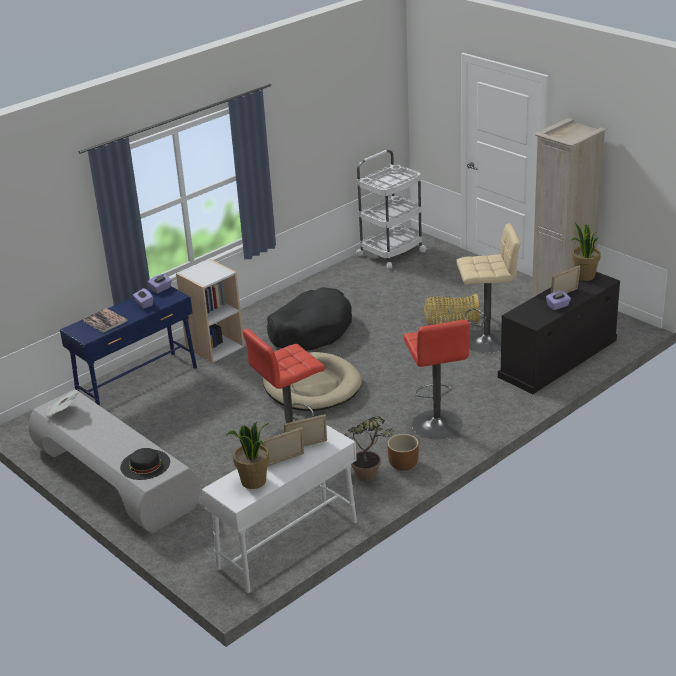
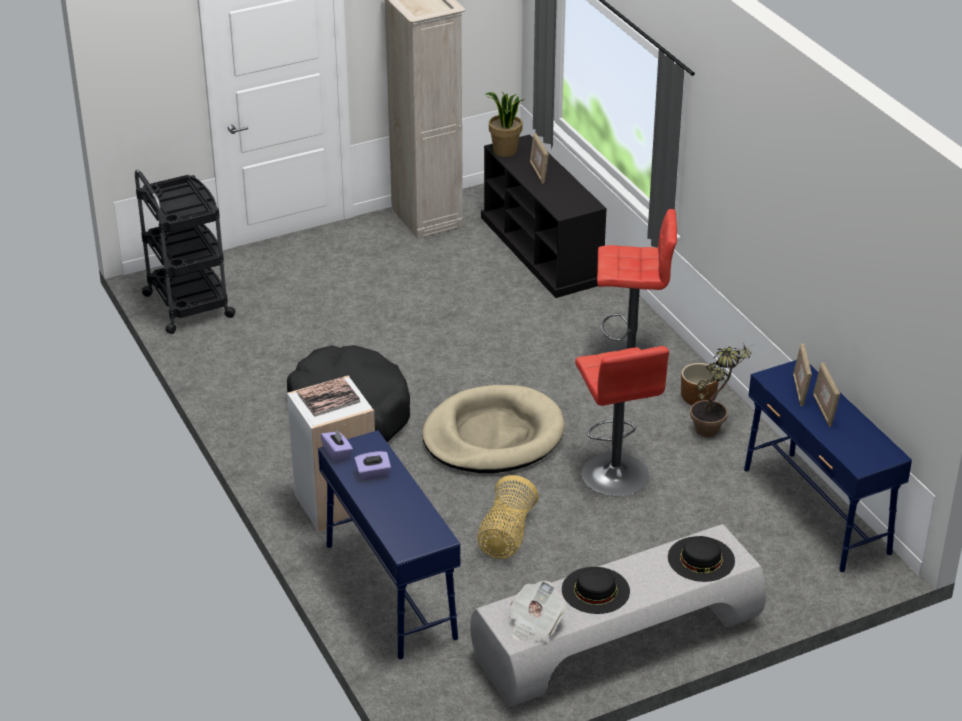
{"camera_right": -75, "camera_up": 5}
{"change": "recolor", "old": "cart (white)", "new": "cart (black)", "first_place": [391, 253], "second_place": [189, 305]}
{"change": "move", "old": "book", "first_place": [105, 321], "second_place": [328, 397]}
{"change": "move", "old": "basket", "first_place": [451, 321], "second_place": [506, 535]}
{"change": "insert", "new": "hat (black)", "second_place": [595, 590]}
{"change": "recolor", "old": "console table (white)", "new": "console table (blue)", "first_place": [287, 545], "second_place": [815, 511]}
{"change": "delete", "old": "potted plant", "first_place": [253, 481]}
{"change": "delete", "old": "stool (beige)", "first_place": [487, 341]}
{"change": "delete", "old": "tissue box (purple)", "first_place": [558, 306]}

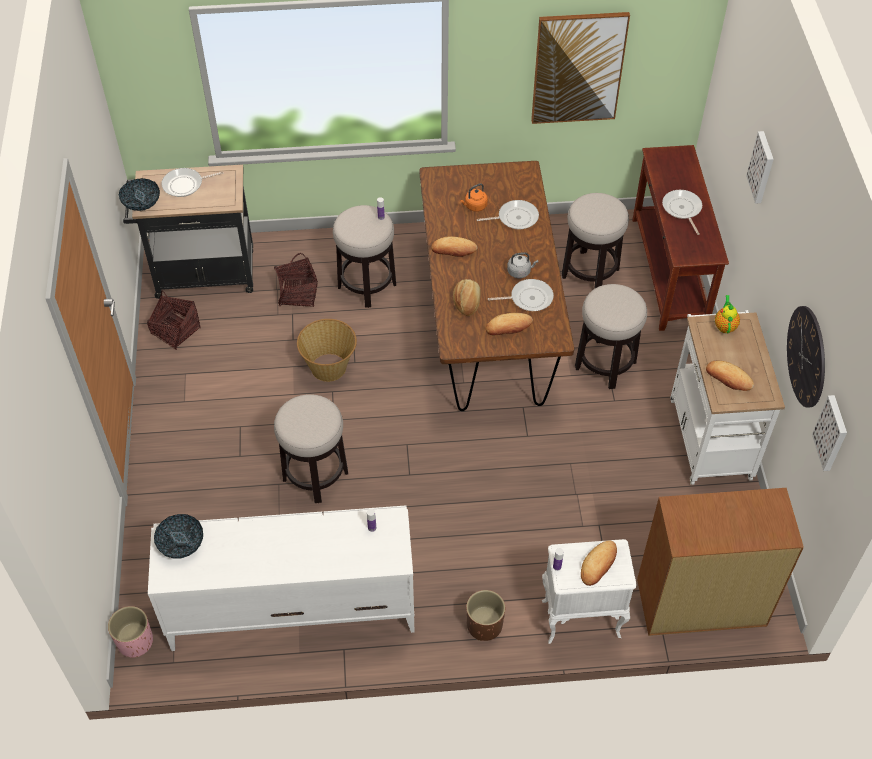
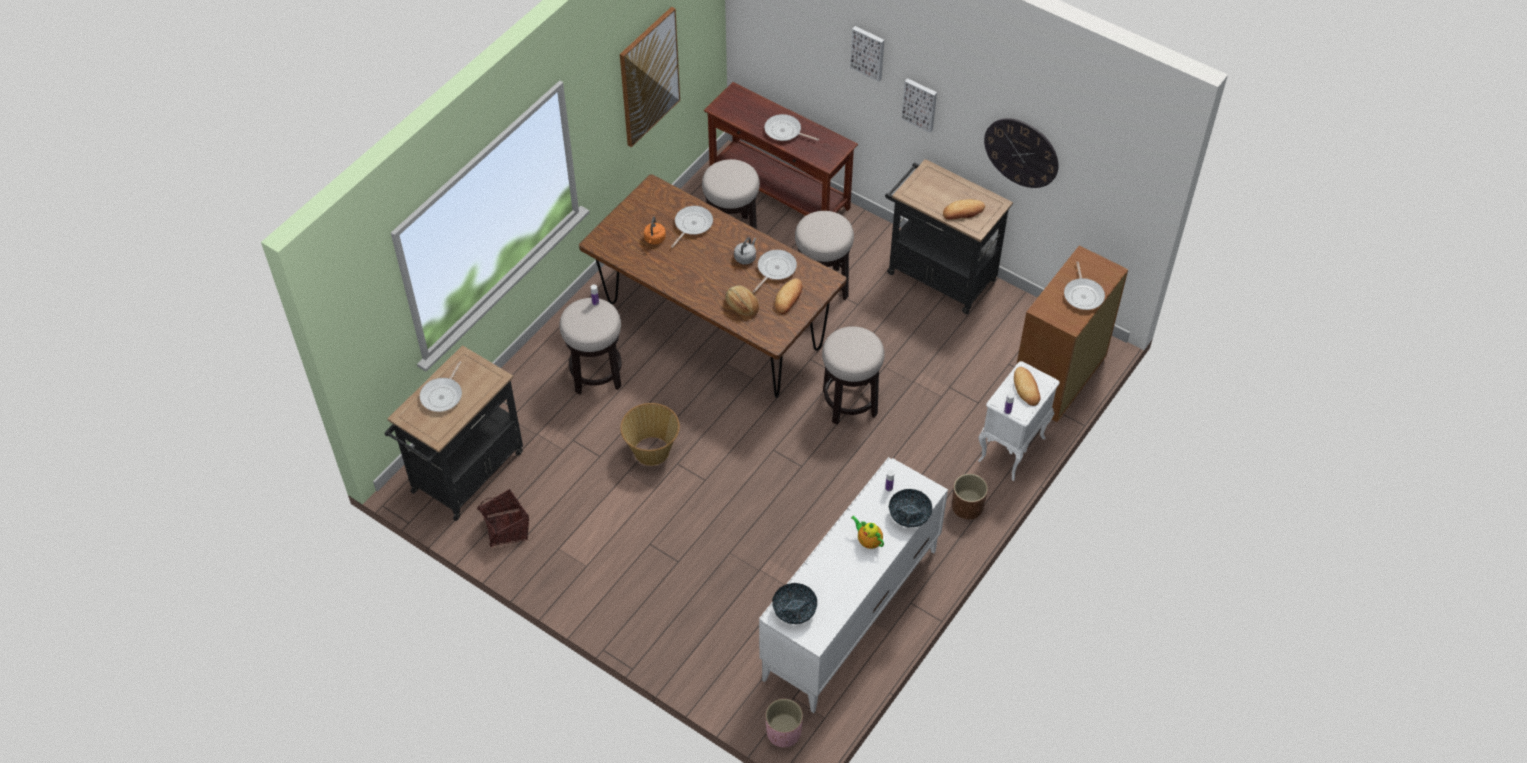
{"camera_right": -50, "camera_up": 0}
{"change": "move", "old": "stool", "first_place": [315, 475], "second_place": [850, 403]}
{"change": "move", "old": "teapot", "first_place": [725, 325], "second_place": [868, 541]}
{"change": "recolor", "old": "cart (white)", "new": "cart (black)", "first_place": [709, 436], "second_place": [938, 275]}
{"change": "move", "old": "bowl", "first_place": [141, 203], "second_place": [909, 515]}
{"change": "move", "old": "picture", "first_place": [832, 433], "second_place": [920, 104]}
{"change": "insert", "new": "frying pan", "second_place": [1083, 294]}
{"change": "delete", "old": "basket", "first_place": [298, 294]}
{"change": "delete", "old": "bread", "first_place": [453, 249]}

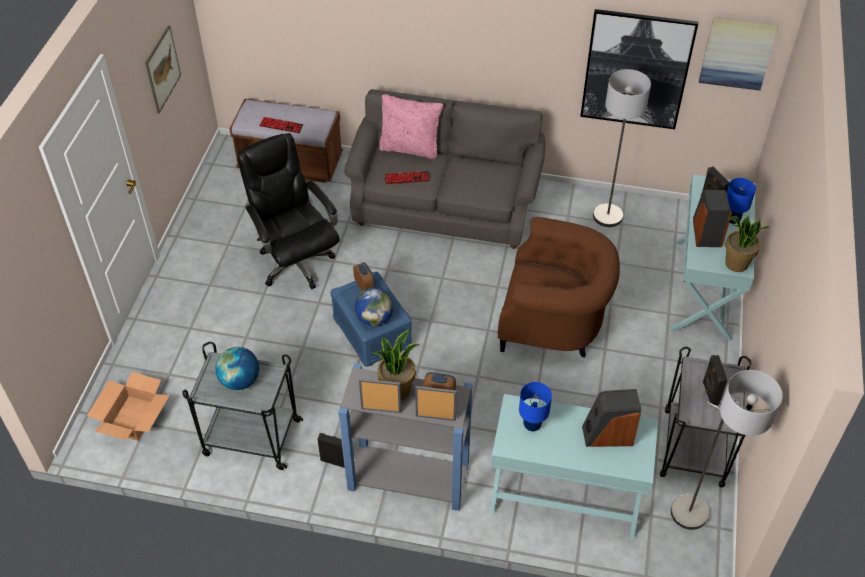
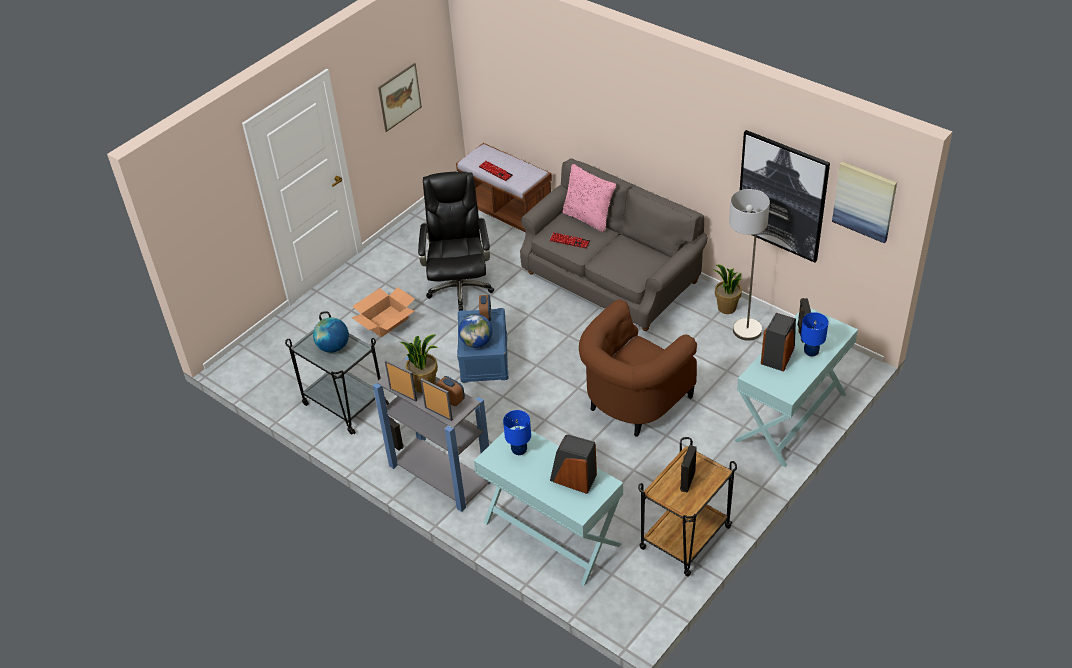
{"camera_right": 30, "camera_up": -5}
{"change": "move", "old": "cardboard box", "first_place": [133, 418], "second_place": [385, 321]}
{"change": "rotate", "old": "armchair (brown)", "first_place": [553, 326], "second_place": [634, 402], "degrees": 90}
{"change": "recolor", "old": "cart (grey)", "new": "cart (brown)", "first_place": [693, 449], "second_place": [684, 539]}
{"change": "move", "old": "potted plant", "first_place": [736, 264], "second_place": [726, 308]}
{"change": "delete", "old": "floor lamp (grey)", "first_place": [699, 519]}

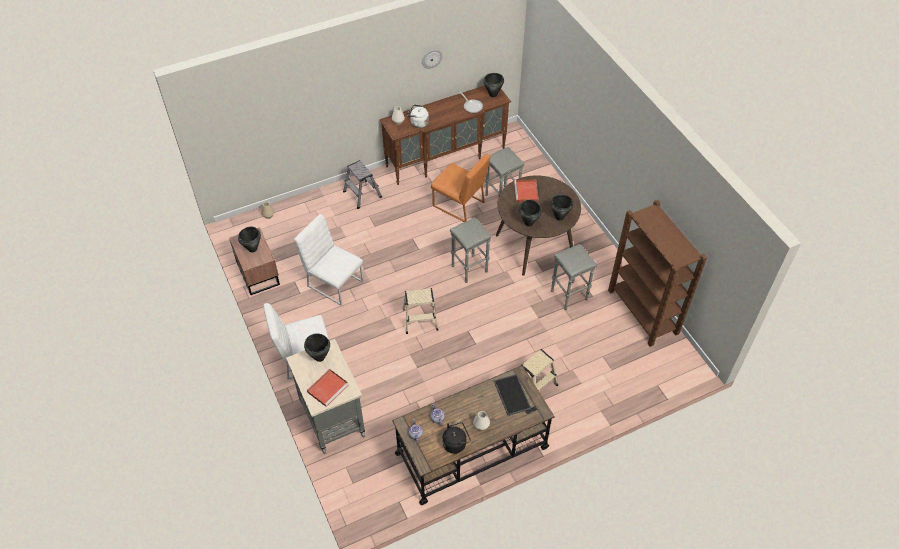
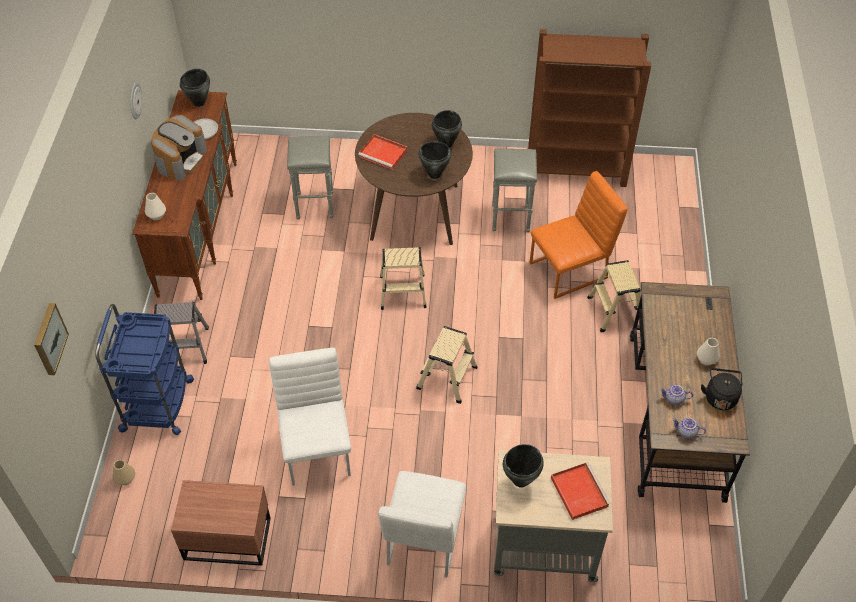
{"camera_right": -60, "camera_up": 0}
{"change": "insert", "new": "picture", "second_place": [48, 339]}
{"change": "insert", "new": "cart (blue)", "second_place": [158, 405]}
{"change": "insert", "new": "coffee machine", "second_place": [181, 159]}
{"change": "rotate", "old": "chair (white)", "first_place": [334, 282], "second_place": [317, 448], "degrees": 105}
{"change": "replace", "old": "stool (grey)", "new": "step ladder (beige)", "first_place": [468, 268], "second_place": [402, 291]}
{"change": "move", "old": "chair (orange)", "first_place": [459, 205], "second_place": [570, 270]}
{"change": "delete", "old": "cooking pot (black)", "first_place": [253, 249]}
{"change": "delete", "old": "kettle (white)", "first_place": [418, 123]}
{"change": "delete", "old": "tray", "first_place": [511, 394]}

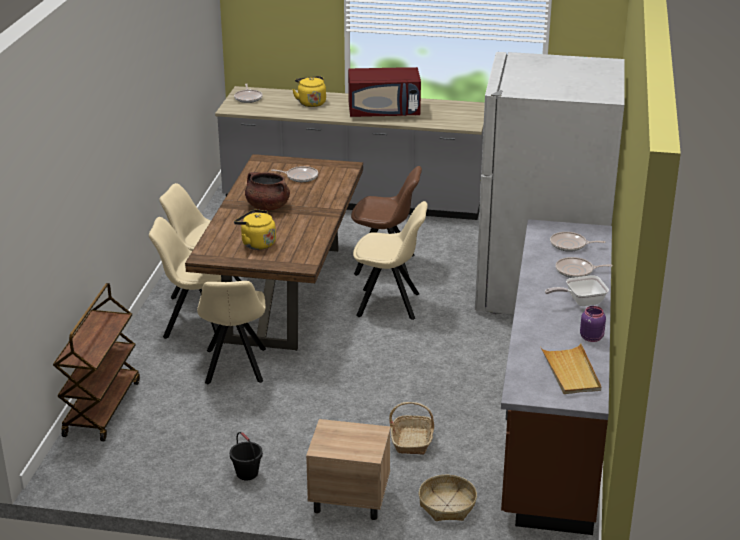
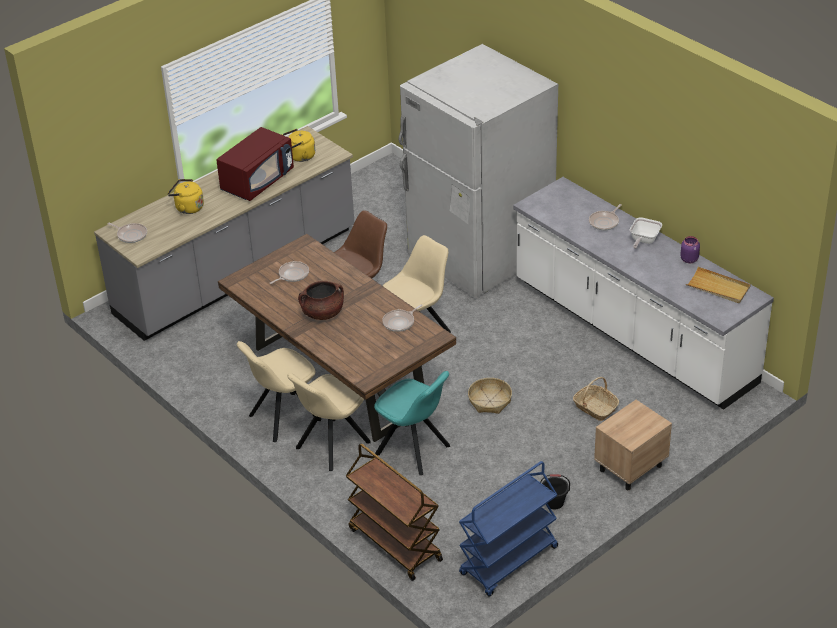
{"camera_right": -50, "camera_up": 10}
{"change": "move", "old": "kettle (yellow)", "first_place": [256, 243], "second_place": [300, 156]}
{"change": "recolor", "old": "chair (beige)", "new": "chair (turquoise)", "first_place": [235, 366], "second_place": [413, 450]}
{"change": "move", "old": "frying pan", "first_place": [570, 245], "second_place": [400, 322]}
{"change": "insert", "new": "cart (blue)", "second_place": [509, 562]}
{"change": "move", "old": "basket", "first_place": [447, 505], "second_place": [490, 401]}
{"change": "recolor", "old": "counter (brown)", "new": "counter (white)", "first_place": [553, 417], "second_place": [632, 333]}

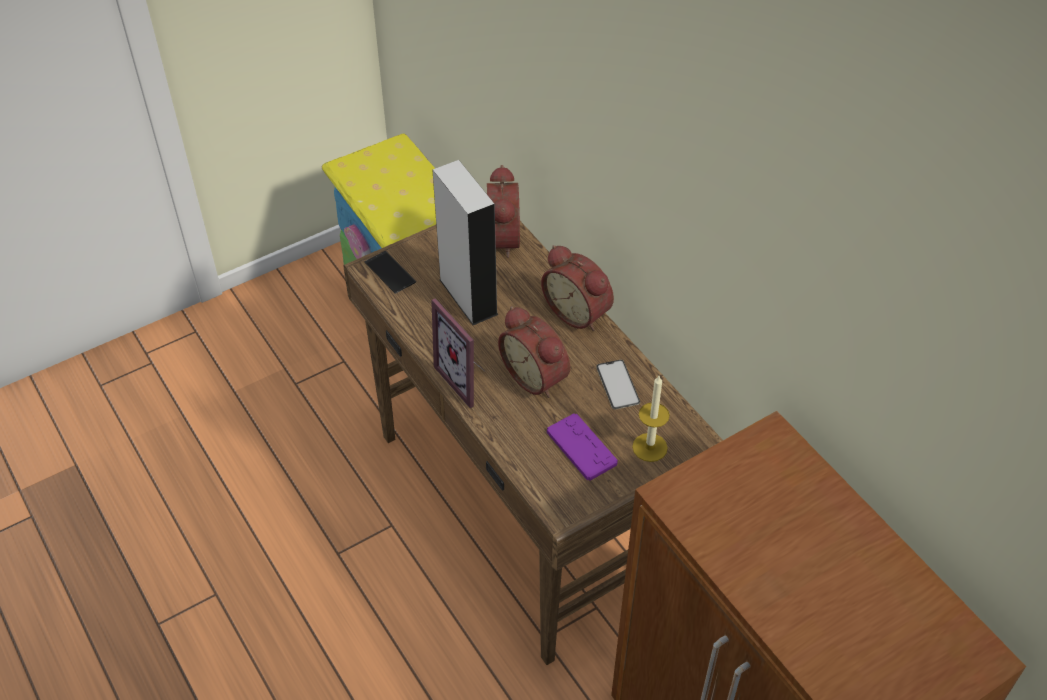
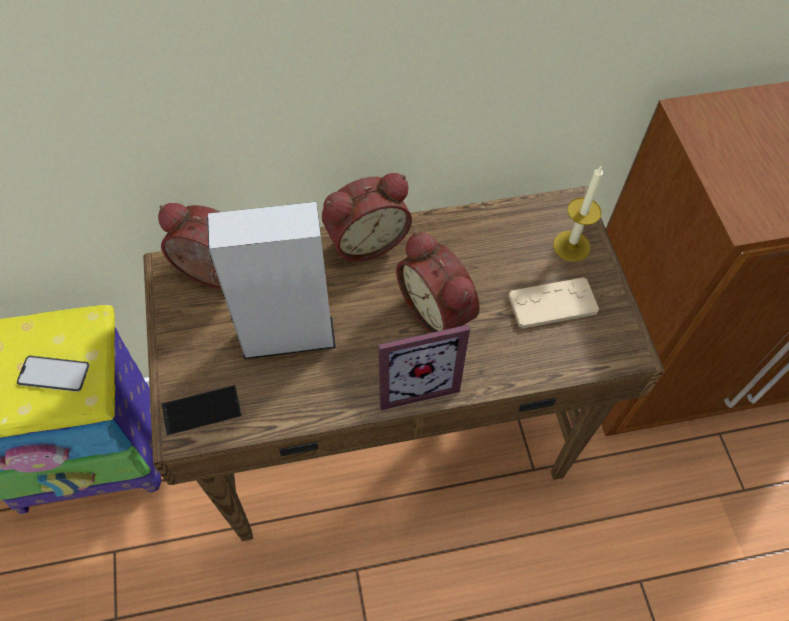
{"camera_right": -70, "camera_up": 10}
{"change": "move", "old": "phone", "first_place": [617, 384], "second_place": [53, 374]}
{"change": "rotate", "old": "alarm clock", "first_place": [537, 375], "second_place": [439, 309], "degrees": 75}
{"change": "recolor", "old": "game controller (purple)", "new": "game controller (beige)", "first_place": [581, 448], "second_place": [552, 304]}

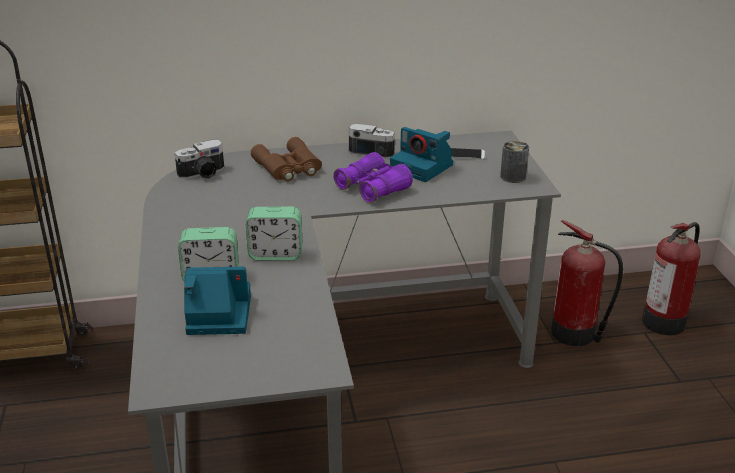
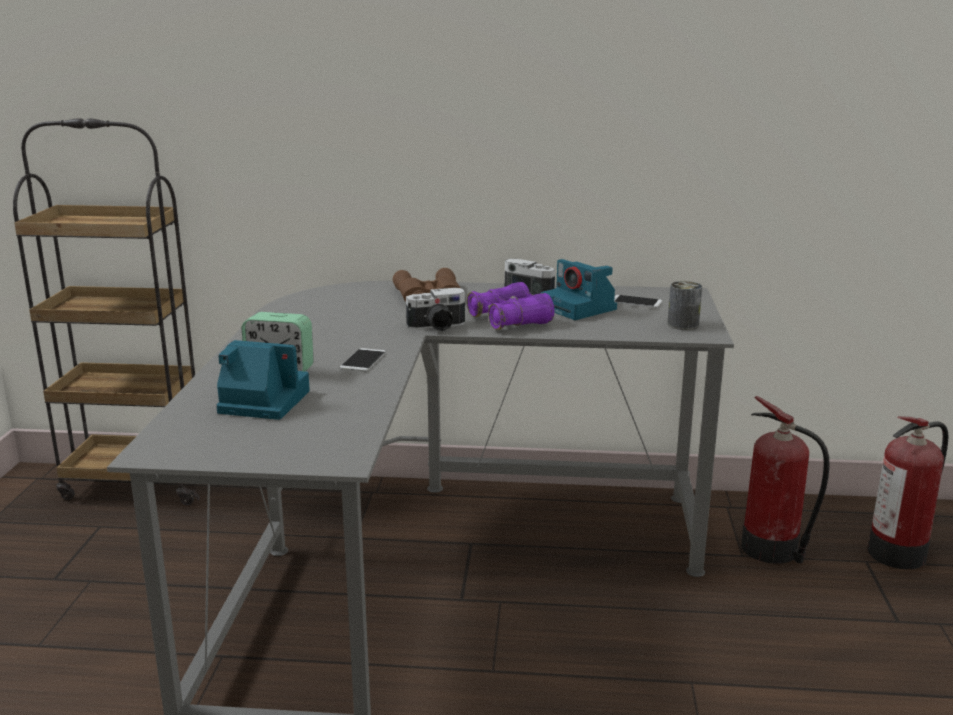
{"camera_right": 15, "camera_up": -10}
{"change": "replace", "old": "alarm clock", "new": "phone", "first_place": [276, 254], "second_place": [363, 361]}
{"change": "move", "old": "photo camera", "first_place": [203, 174], "second_place": [437, 327]}

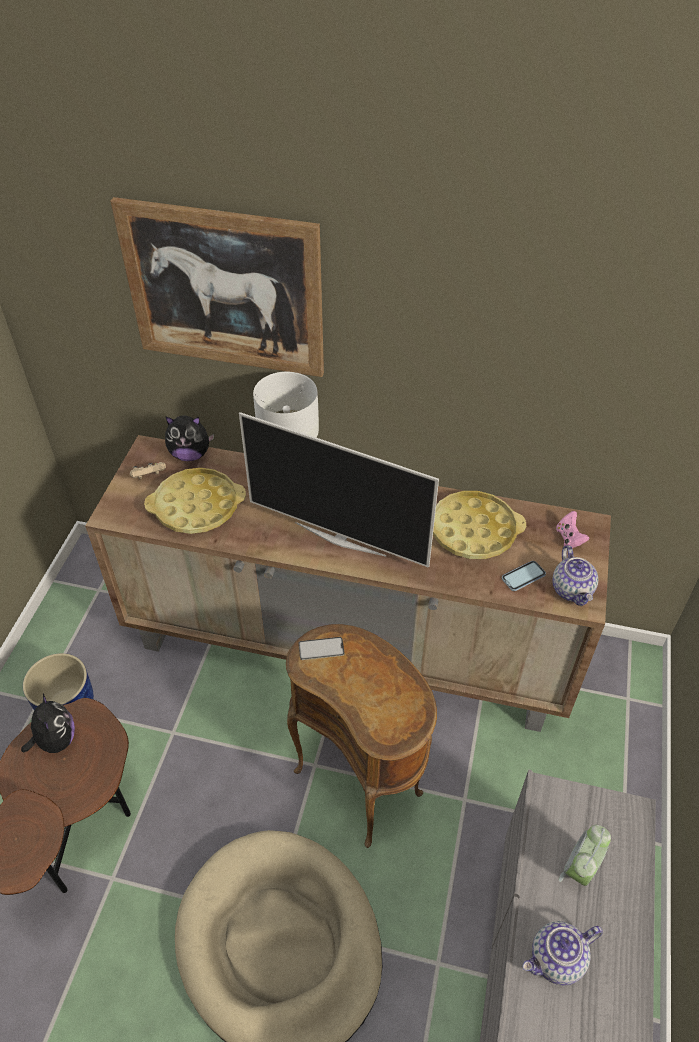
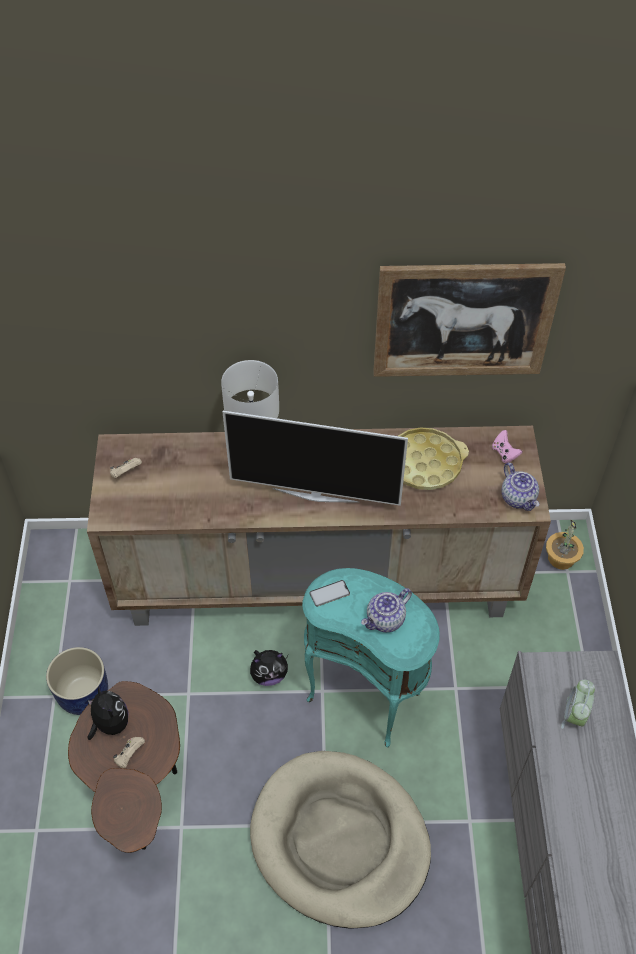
{"camera_right": -15, "camera_up": 5}
{"change": "insert", "new": "game controller (beige)", "second_place": [129, 755]}
{"change": "move", "old": "plush toy", "first_place": [190, 454], "second_place": [269, 675]}
{"change": "recolor", "old": "side table (brown)", "new": "side table (turquoise)", "first_place": [362, 781], "second_place": [366, 694]}
{"change": "move", "old": "teapot", "first_place": [556, 960], "second_place": [385, 620]}
{"change": "move", "old": "picture", "first_place": [224, 290], "second_place": [463, 320]}
{"change": "insert", "new": "potted plant", "second_place": [560, 558]}
{"change": "delete", "old": "tray (yellow)", "first_place": [196, 506]}
{"change": "delete", "old": "phone", "first_place": [523, 577]}

